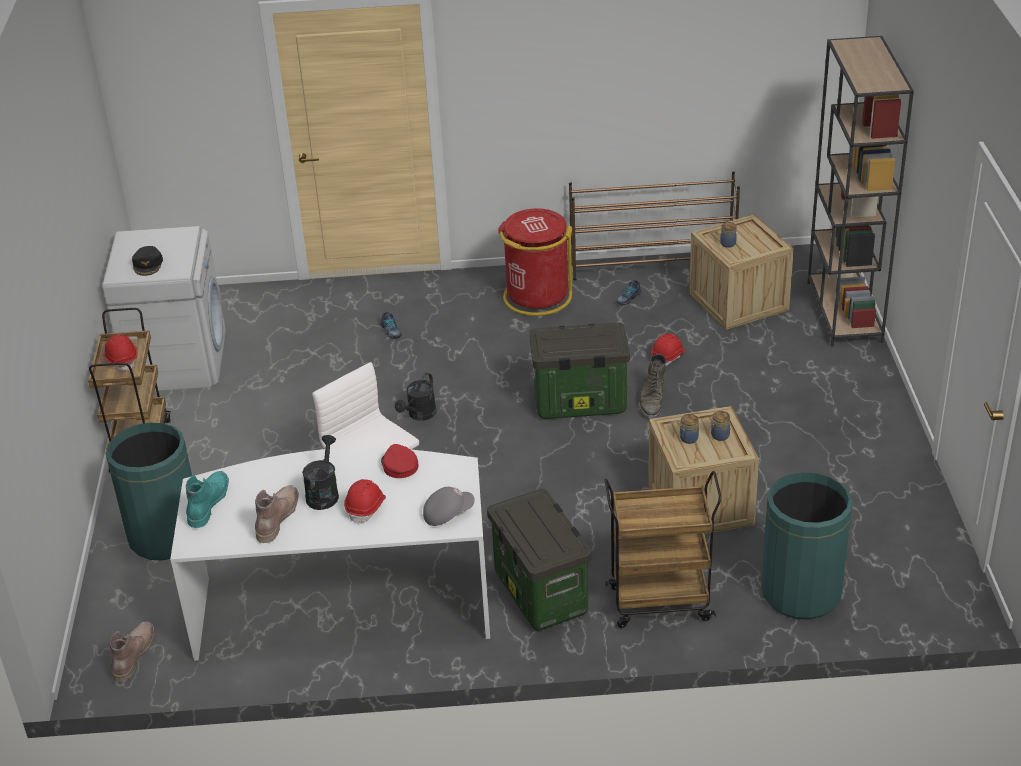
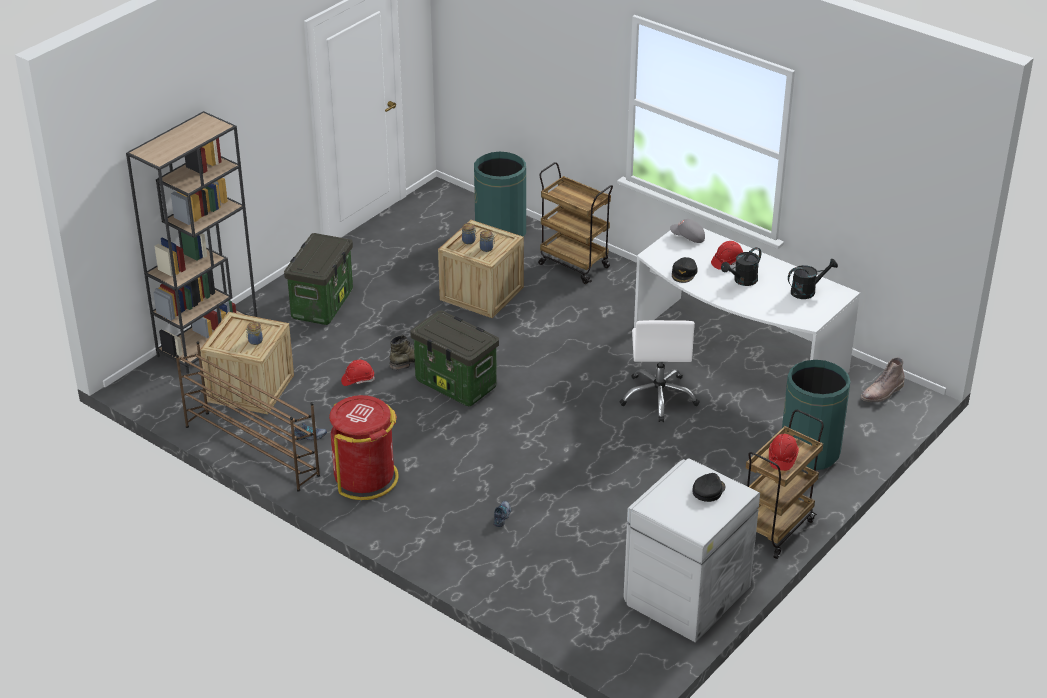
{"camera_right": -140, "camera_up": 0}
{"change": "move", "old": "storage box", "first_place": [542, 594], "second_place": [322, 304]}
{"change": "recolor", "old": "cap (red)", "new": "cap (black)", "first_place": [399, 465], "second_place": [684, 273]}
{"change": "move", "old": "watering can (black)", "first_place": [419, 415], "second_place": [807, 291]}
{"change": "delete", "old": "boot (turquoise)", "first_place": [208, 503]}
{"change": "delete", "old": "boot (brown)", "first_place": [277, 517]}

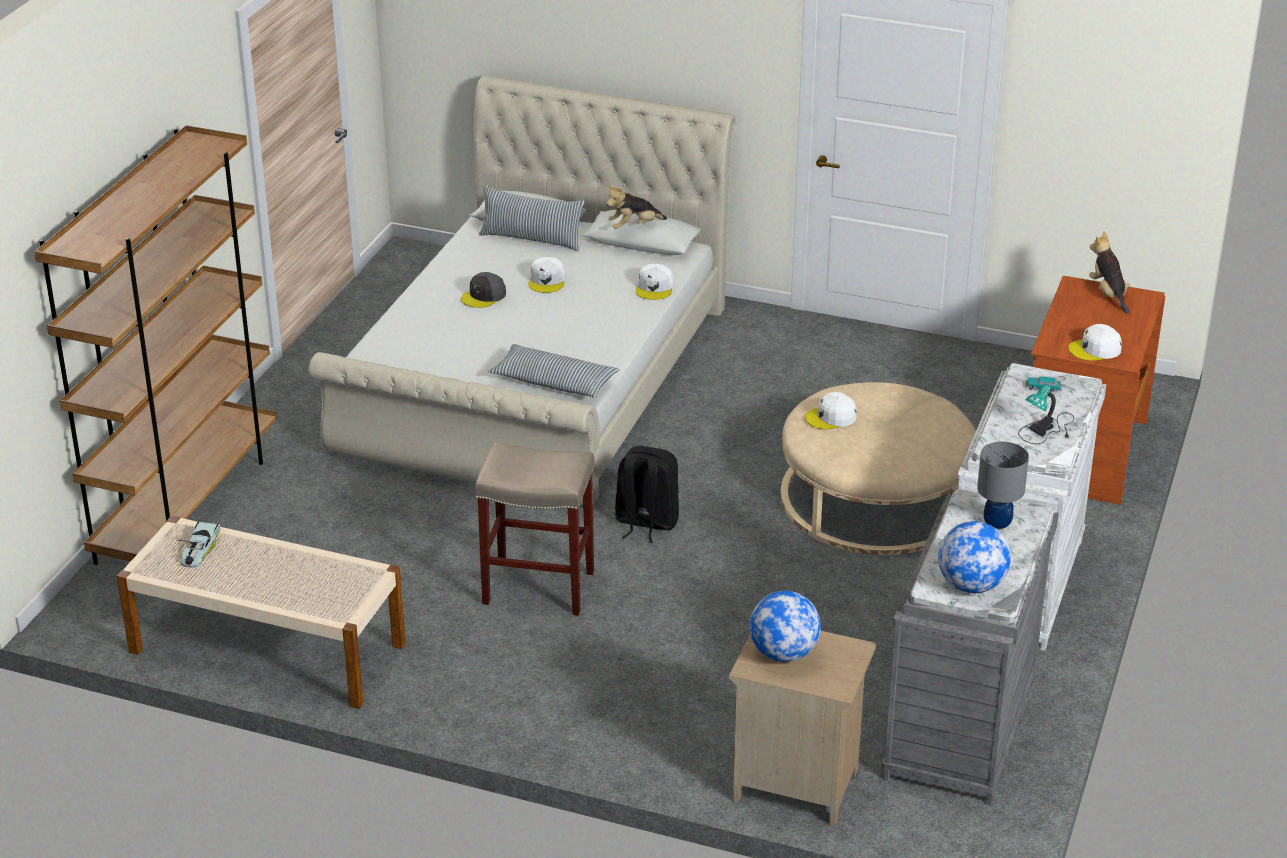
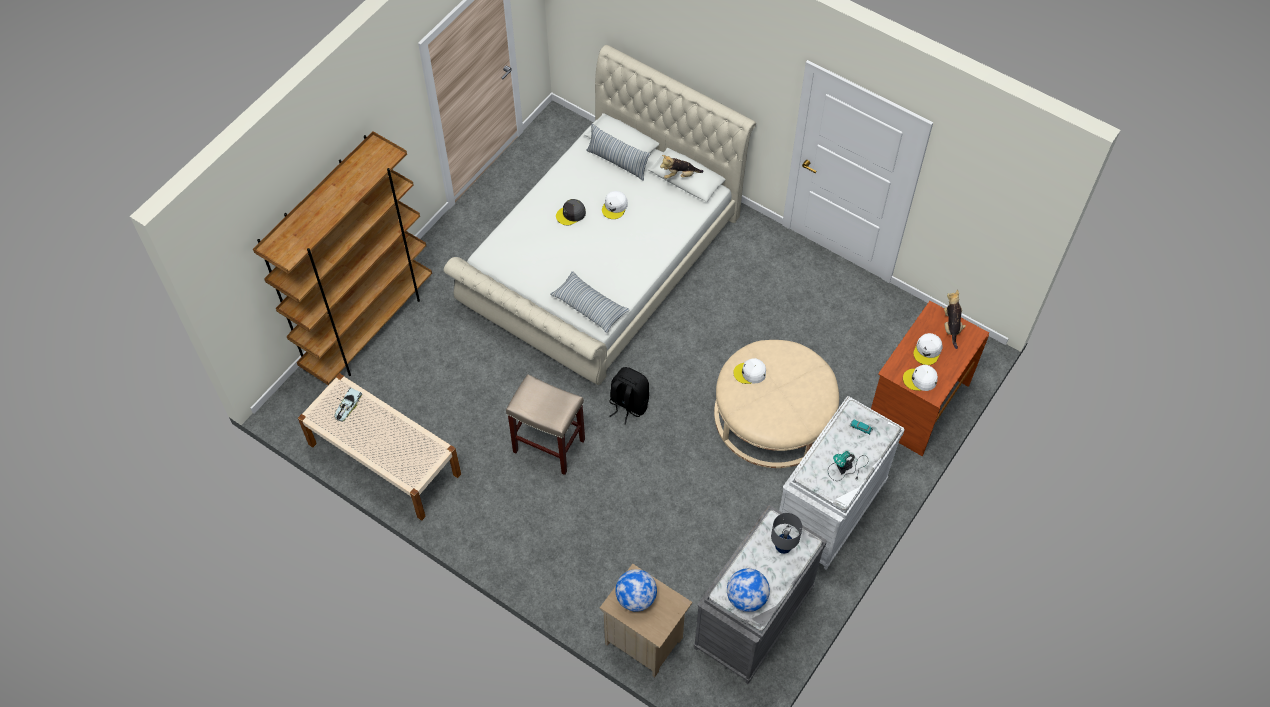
{"camera_right": 15, "camera_up": 25}
{"change": "move", "old": "cap (white)", "first_place": [655, 288], "second_place": [927, 350]}

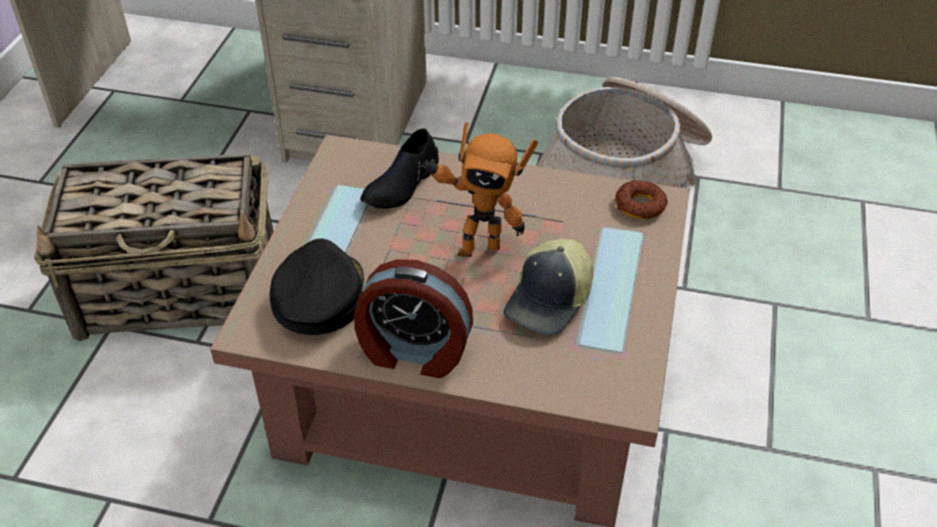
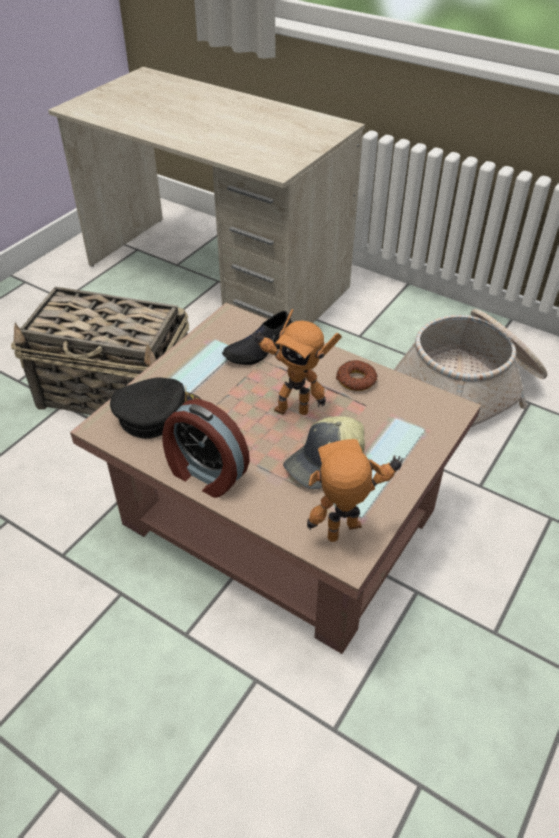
{"camera_right": 20, "camera_up": 0}
{"change": "rotate", "old": "cap (black)", "first_place": [318, 295], "second_place": [160, 414], "degrees": 60}
{"change": "insert", "new": "toy robot", "second_place": [348, 536]}
{"change": "move", "old": "donut", "first_place": [640, 205], "second_place": [356, 380]}

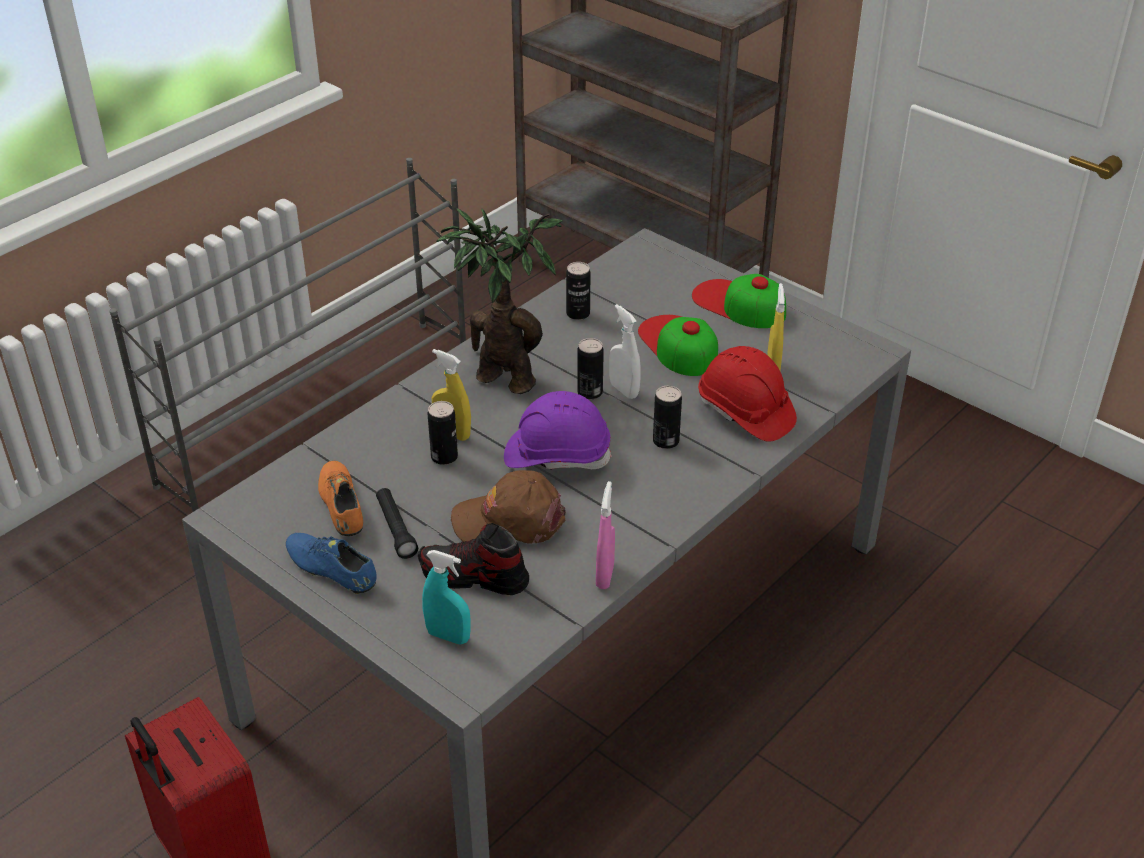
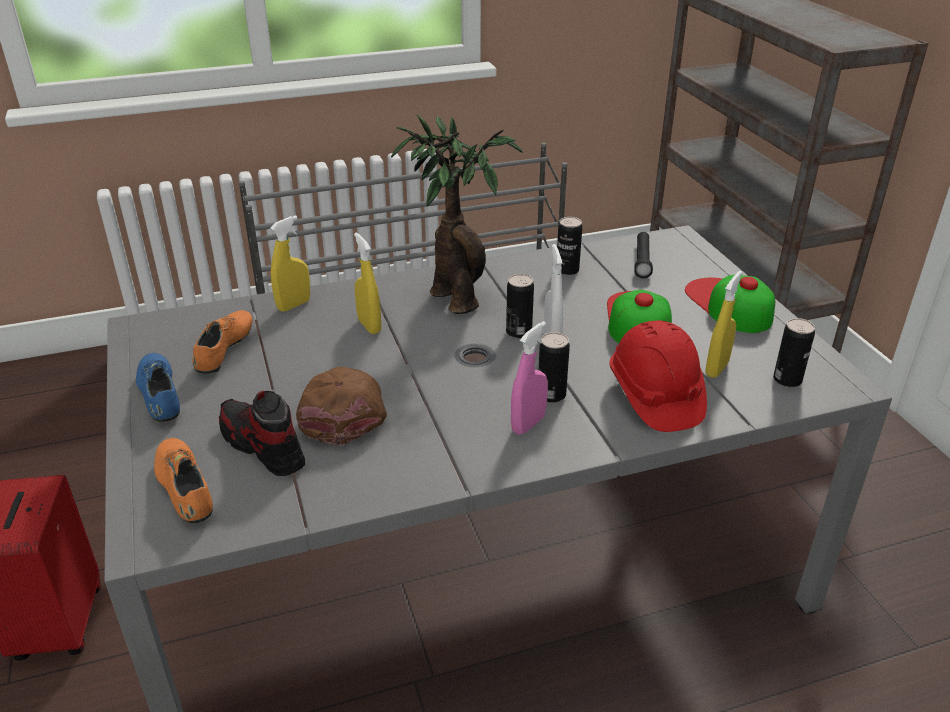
{"camera_right": 30, "camera_up": -5}
{"change": "replace", "old": "spray bottle (turquoise)", "new": "shoe (orange)", "first_place": [448, 636], "second_place": [186, 489]}
{"change": "insert", "new": "spray bottle (yellow)", "second_place": [294, 305]}
{"change": "rotate", "old": "cap (brown)", "first_place": [509, 520], "second_place": [343, 410], "degrees": 60}
{"change": "move", "old": "spray bottle (pink)", "first_place": [605, 575], "second_place": [528, 424]}
{"change": "move", "old": "flashlight (black)", "first_place": [396, 529], "second_place": [642, 261]}
{"change": "move", "old": "can", "first_place": [444, 457], "second_place": [787, 380]}
{"change": "delete", "old": "hard hat (purple)", "first_place": [557, 455]}

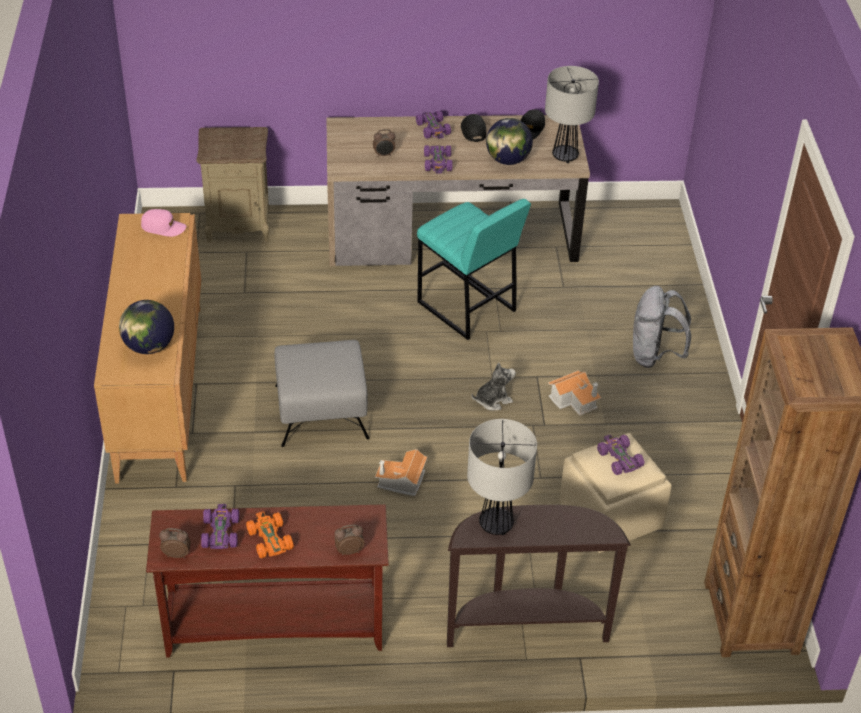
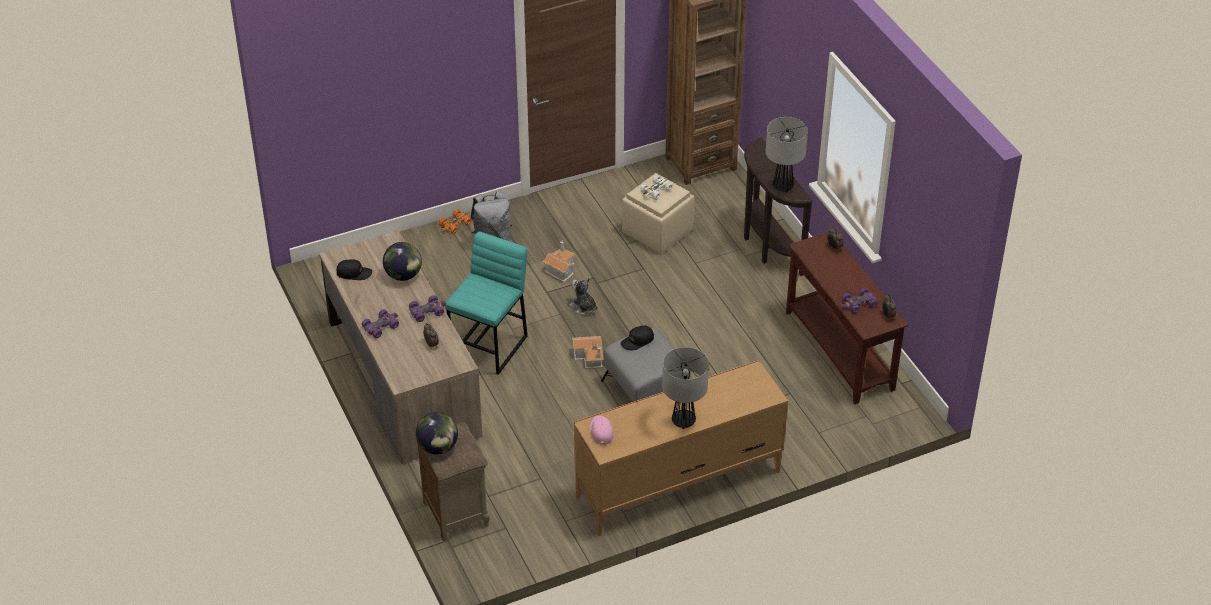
{"camera_right": -110, "camera_up": 0}
{"change": "move", "old": "globe", "first_place": [149, 346], "second_place": [438, 447]}
{"change": "move", "old": "toy car (orange)", "first_place": [269, 539], "second_place": [455, 225]}
{"change": "move", "old": "toy house", "first_place": [401, 481], "second_place": [590, 357]}
{"change": "move", "old": "cap (black)", "first_place": [473, 131], "second_place": [637, 341]}
{"change": "recolor", "old": "toy car (purple)", "new": "toy car (white)", "first_place": [619, 458], "second_place": [656, 191]}
{"change": "move", "old": "table lamp", "first_place": [565, 156], "second_place": [683, 421]}

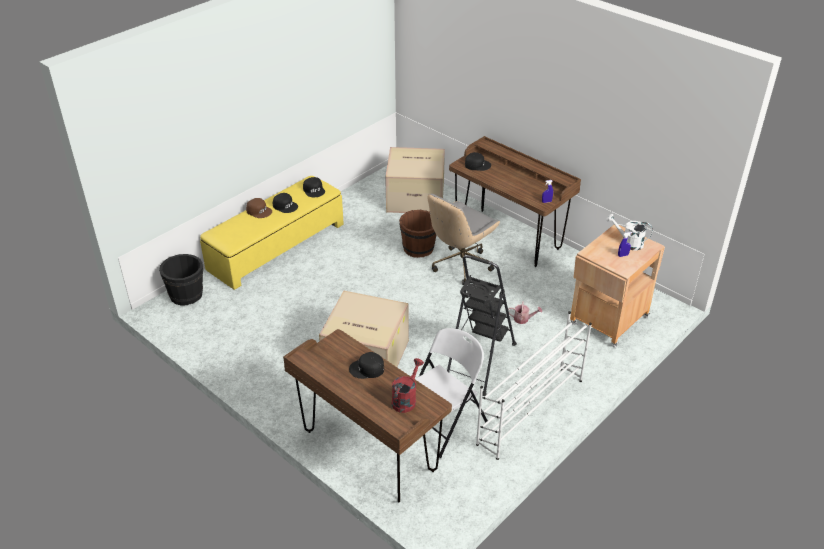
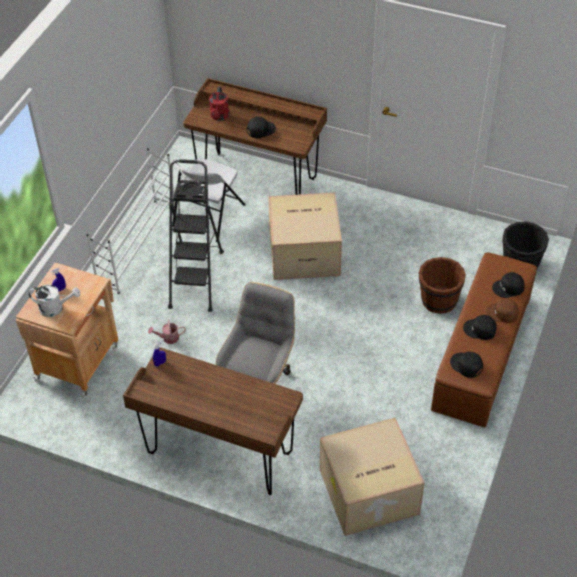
{"camera_right": 160, "camera_up": 10}
{"change": "move", "old": "bucket (brown)", "first_place": [419, 248], "second_place": [438, 300]}
{"change": "recolor", "old": "bench (yellow)", "new": "bench (brown)", "first_place": [277, 246], "second_place": [482, 353]}
{"change": "move", "old": "cap (black)", "first_place": [477, 165], "second_place": [508, 288]}

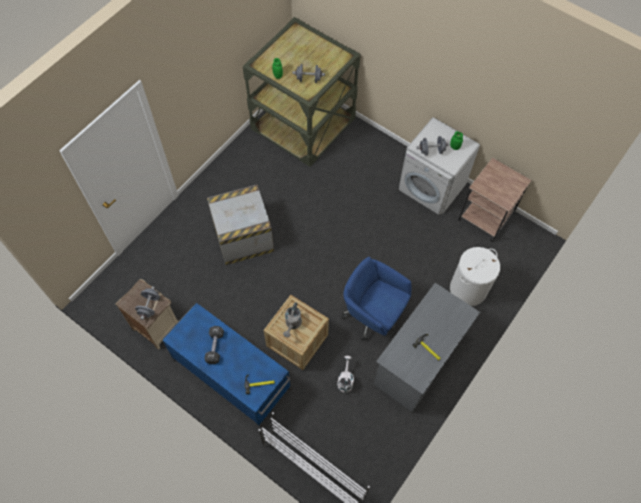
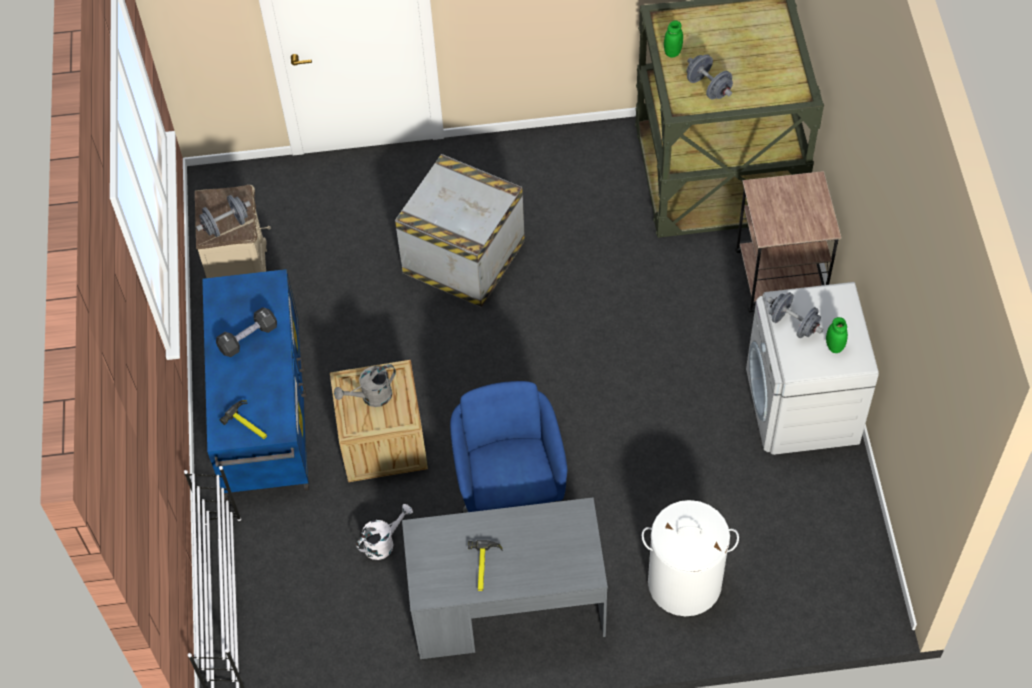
{"camera_right": 50, "camera_up": -5}
{"change": "move", "old": "cart (brown)", "first_place": [486, 217], "second_place": [780, 278]}

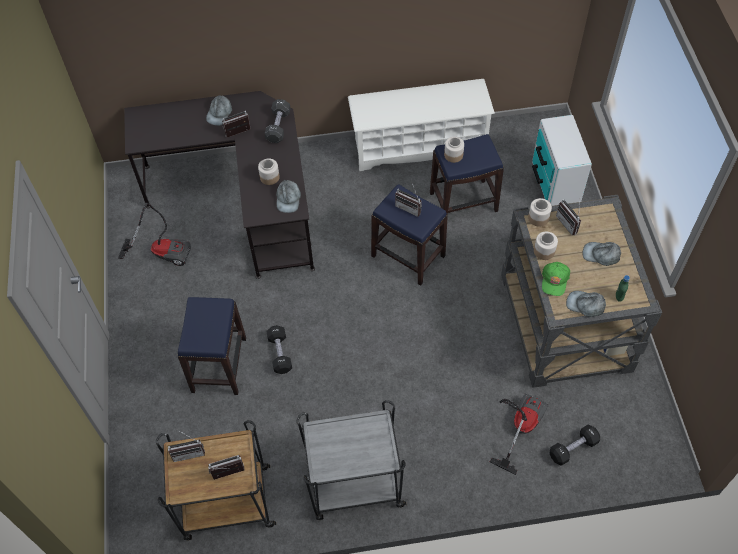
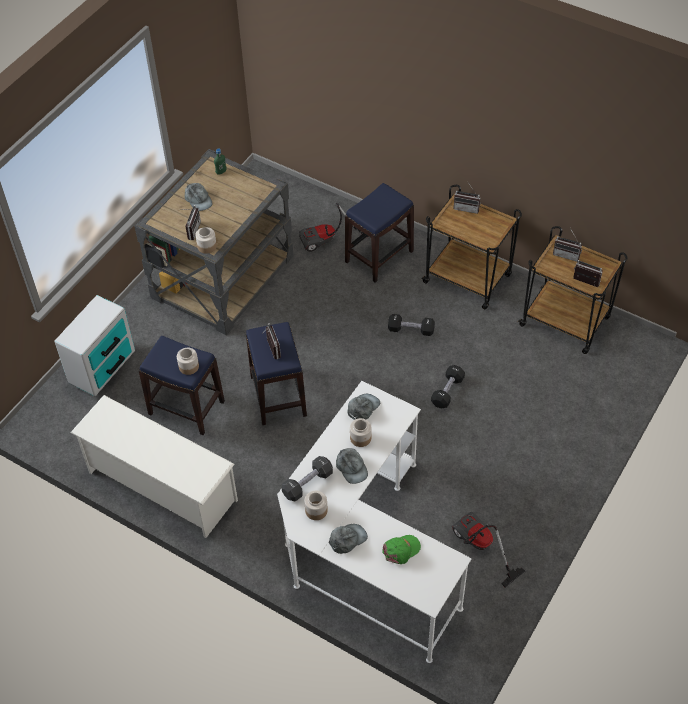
{"camera_right": -140, "camera_up": -5}
{"change": "recolor", "old": "desk (black)", "new": "desk (white)", "first_place": [243, 199], "second_place": [365, 549]}
{"change": "move", "old": "jar", "first_place": [544, 251], "second_place": [316, 511]}
{"change": "move", "old": "cap (grey)", "first_place": [585, 305], "second_place": [351, 467]}
{"change": "move", "old": "stool", "first_place": [219, 365], "second_place": [379, 257]}
{"change": "move", "old": "cap (green)", "first_place": [554, 280], "second_place": [401, 550]}
{"change": "move", "old": "dumbbell (black)", "first_place": [573, 448], "second_place": [411, 330]}
{"change": "recolor", "old": "cart (grey)", "new": "cart (brown)", "first_place": [353, 483], "second_place": [468, 279]}
{"change": "move", "old": "radio", "first_place": [238, 134], "second_place": [467, 207]}

